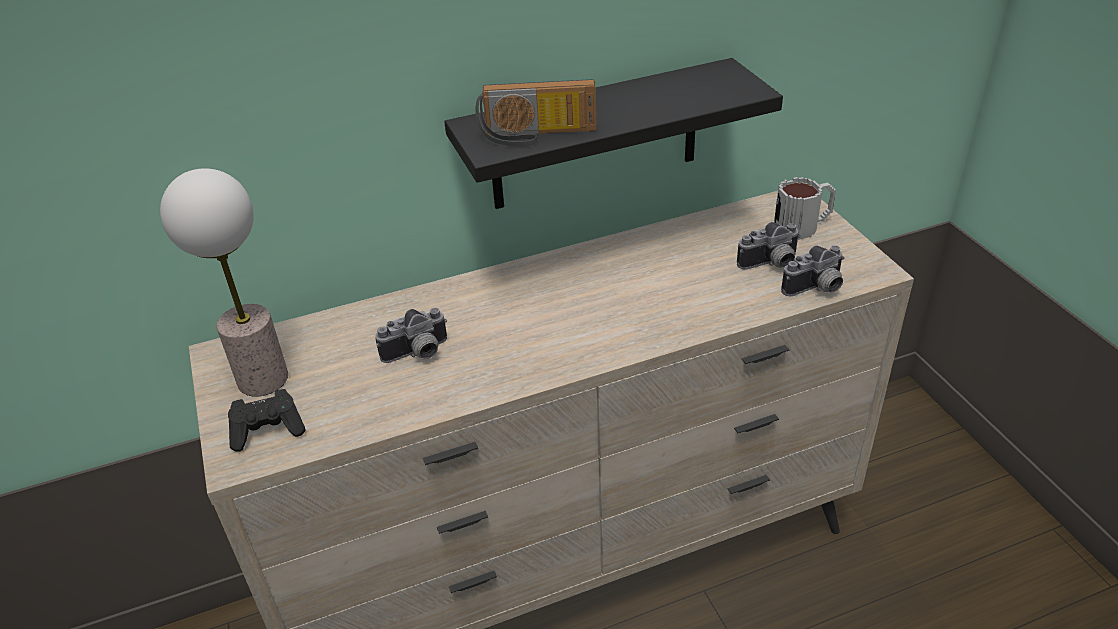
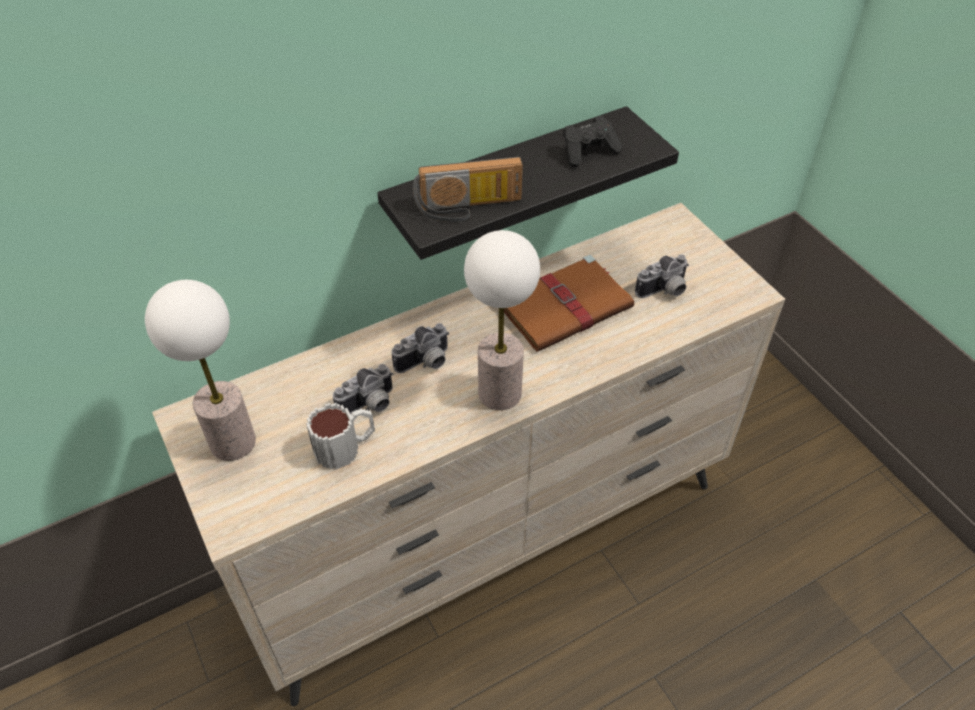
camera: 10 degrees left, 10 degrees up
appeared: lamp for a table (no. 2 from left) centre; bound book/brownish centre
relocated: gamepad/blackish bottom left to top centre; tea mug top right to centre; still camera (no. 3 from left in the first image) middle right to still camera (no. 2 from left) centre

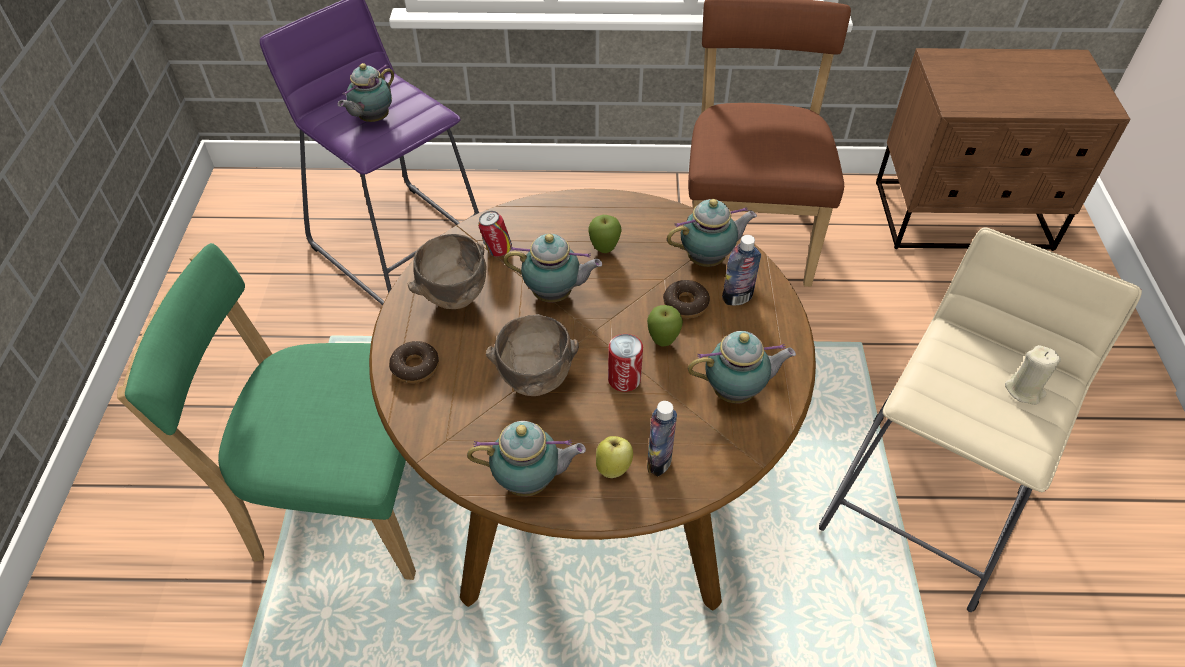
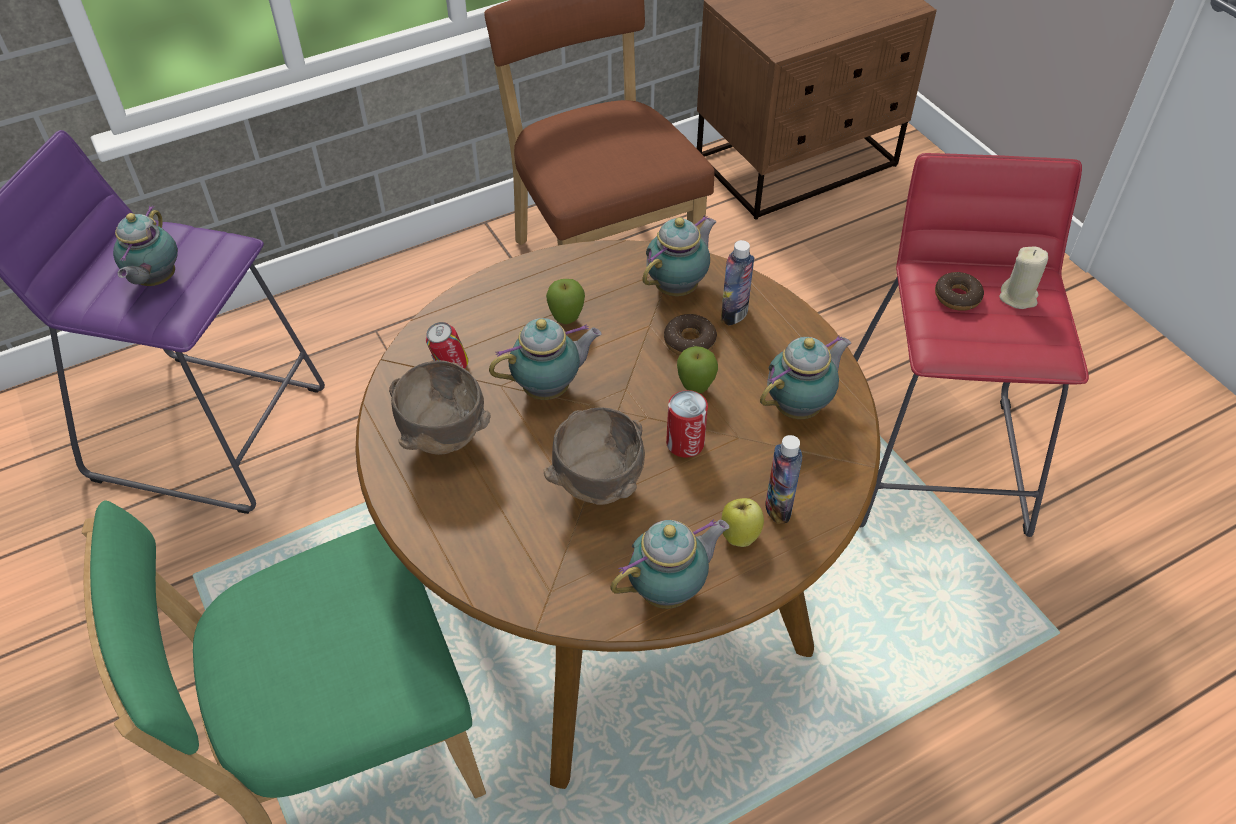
camera: 30 degrees left, 0 degrees up
relocated: ring doughnut (no. 1 from left in the first image) centre to ring doughnut (no. 2 from left) middle right
colour: stool/beige-coloured middle right to stool/red-coloured middle right

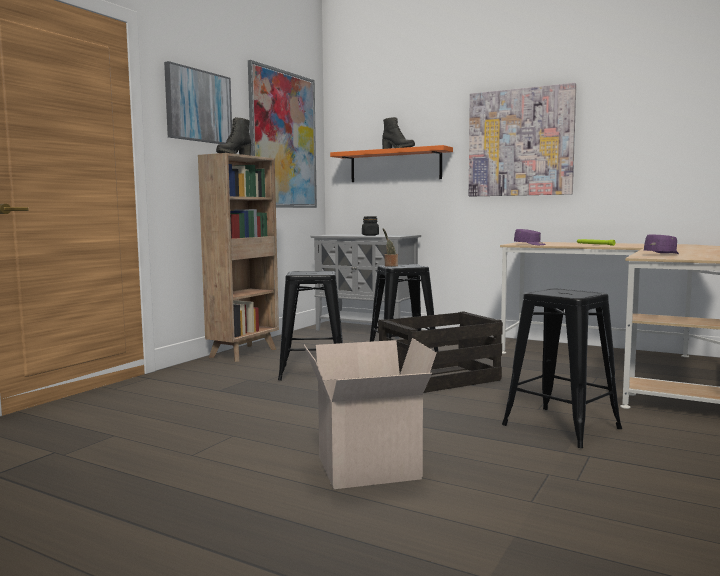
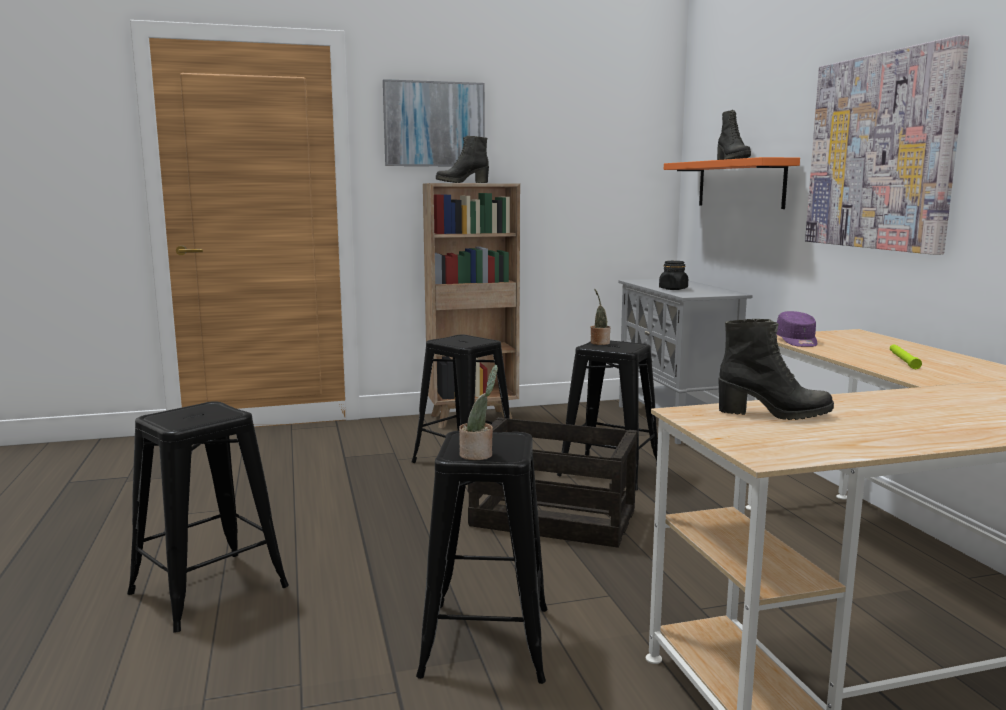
camera: 45 degrees right, 5 degrees up
missing: wall art (no. 2 from left) top centre
appeared: houseplant (no. 1 from left) centre
exchanged: carton bottom centre to stool/blackish (no. 1 from left) bottom left; cap/purple (no. 2 from left) middle right to boot/blackish (no. 3 from left) middle right

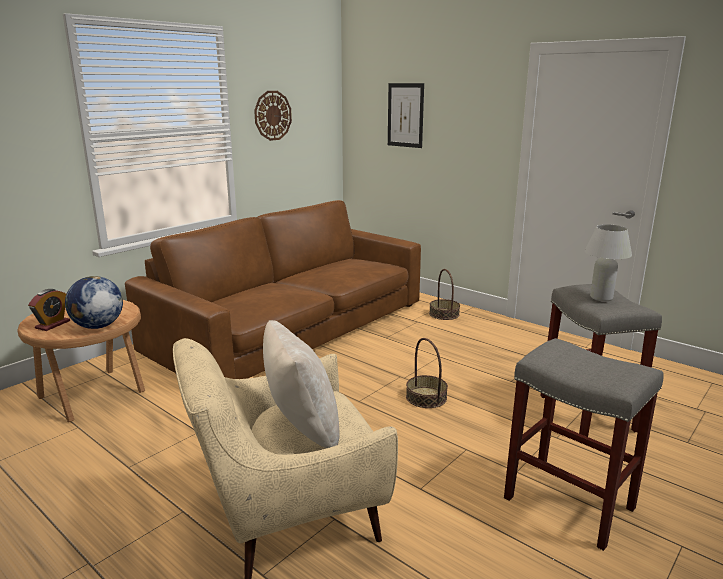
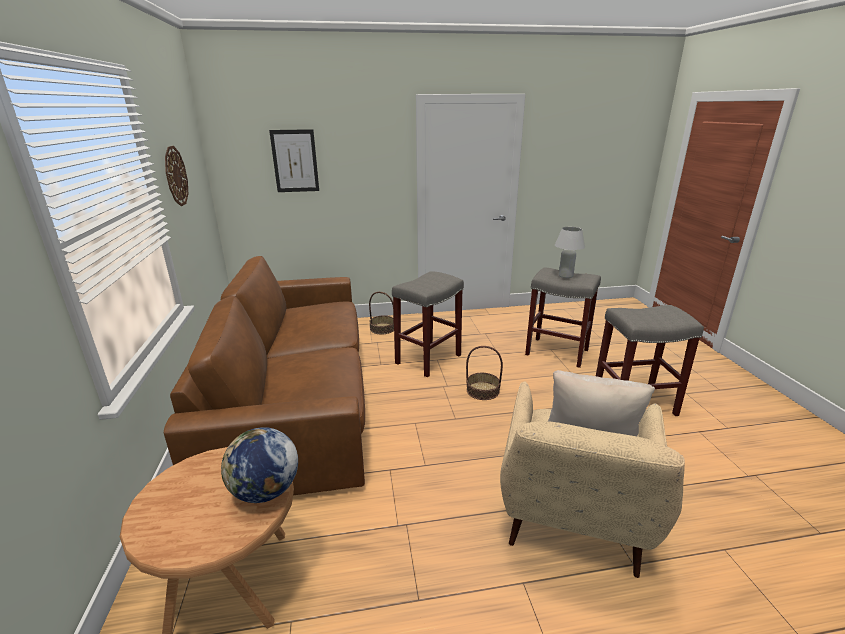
camera: 50 degrees left, 5 degrees up
missing: alarm clock middle left
appeared: stool/gray (no. 1 from left) centre

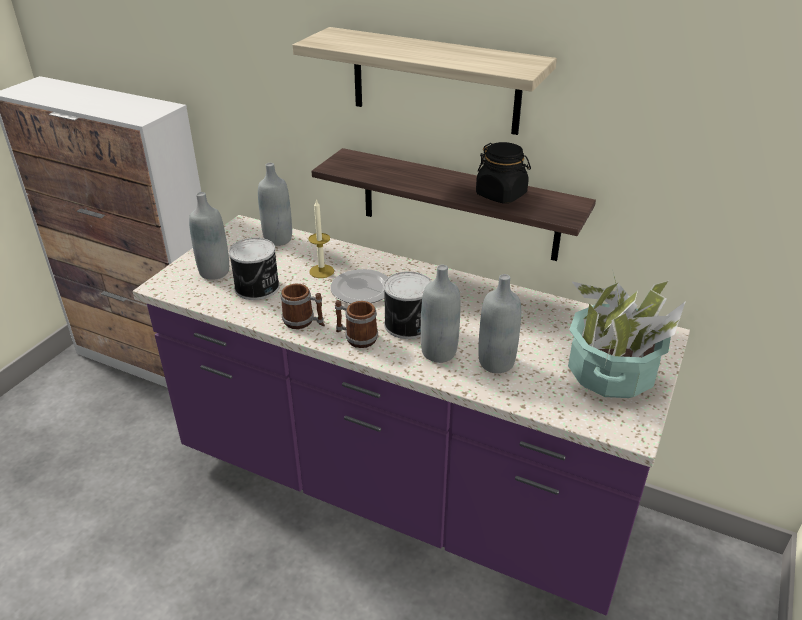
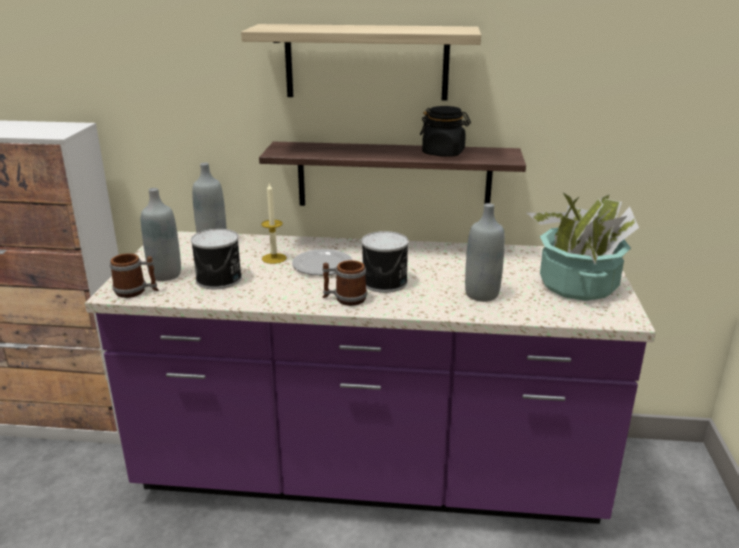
camera: 20 degrees left, 10 degrees down
missing: beverage bottle/gray (no. 3 from left) centre
relocated: tea mug (no. 1 from left) centre to middle left

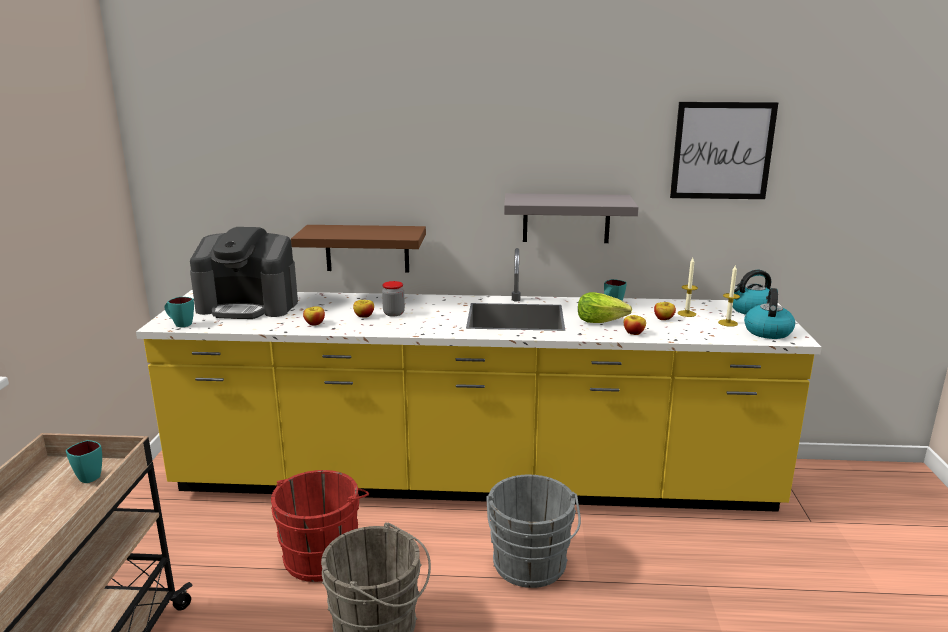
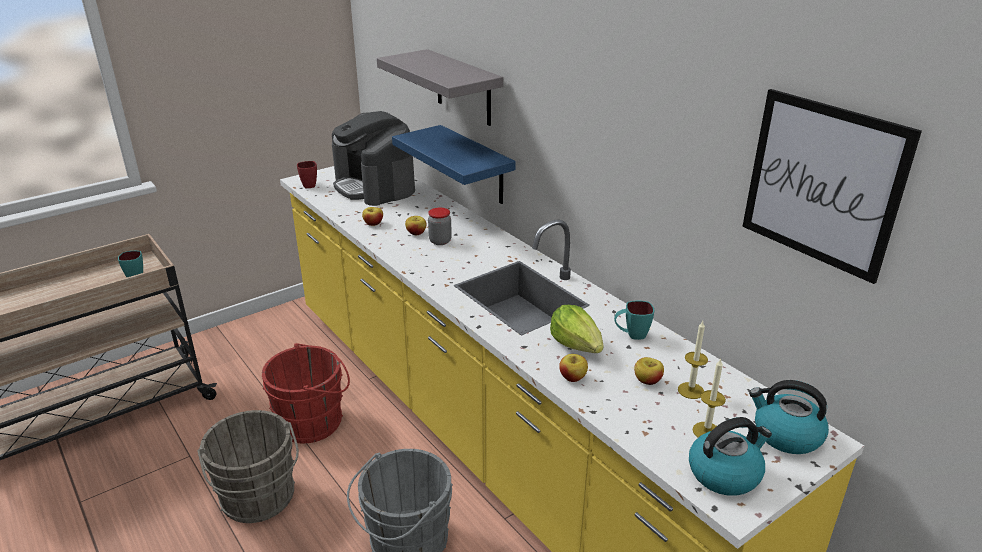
camera: 50 degrees right, 10 degrees up
relocated: bracket shelf/gray centre to top centre
colour: tea mug/blue-green (no. 2 from left) middle left to tea mug/red-coloured top left; bracket shelf/brownish centre to bracket shelf/blue-coloured top centre

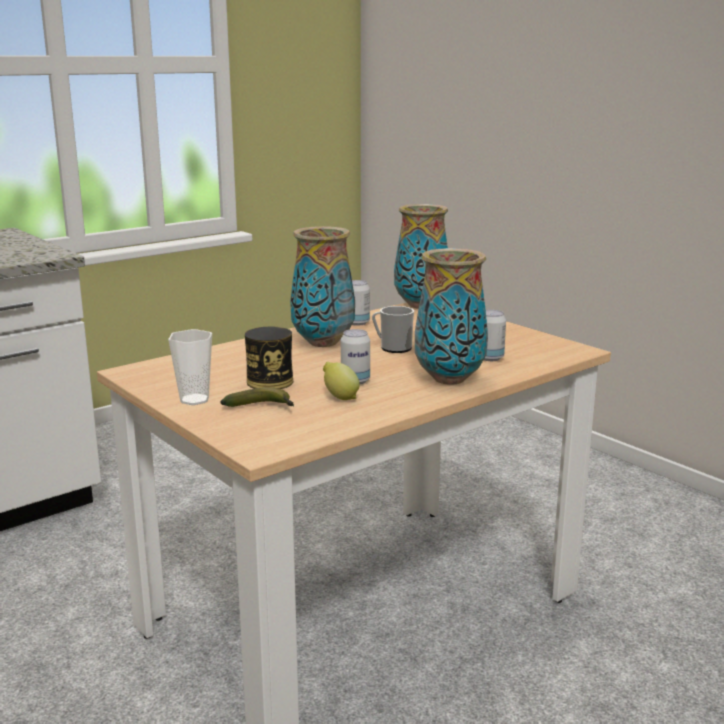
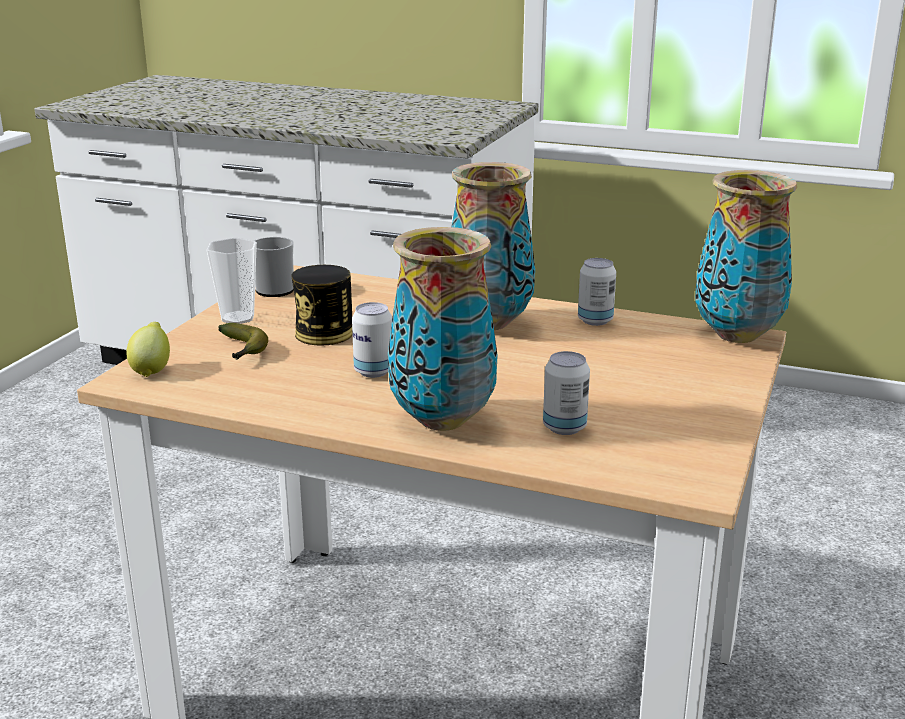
camera: 60 degrees right, 5 degrees up
relocated: whole lemon centre to middle left; tea mug centre to middle left

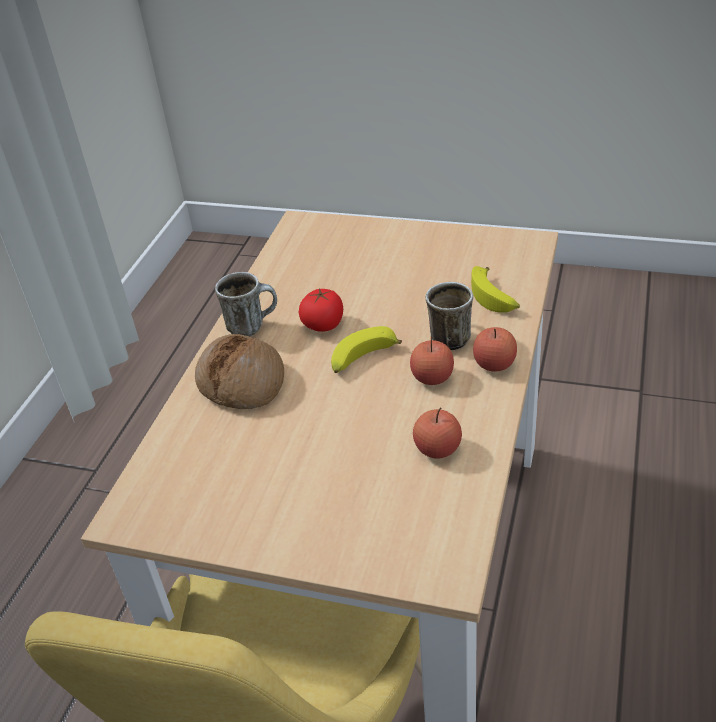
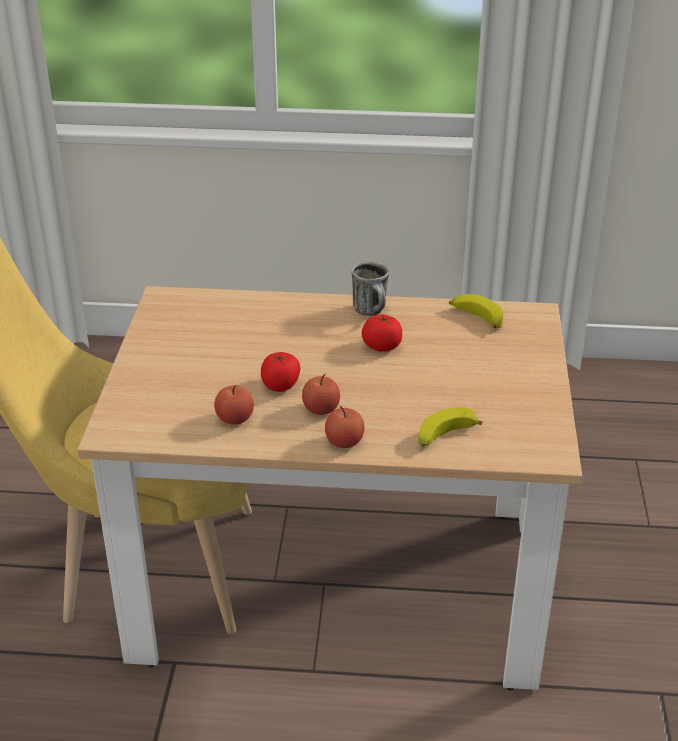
camera: 75 degrees right, 5 degrees down
missing: bread centre; tea mug (no. 2 from left) centre
appeared: fresh tomato (no. 1 from left) centre
relocated: banana (no. 1 from left in the first image) centre to banana (no. 2 from left) middle right

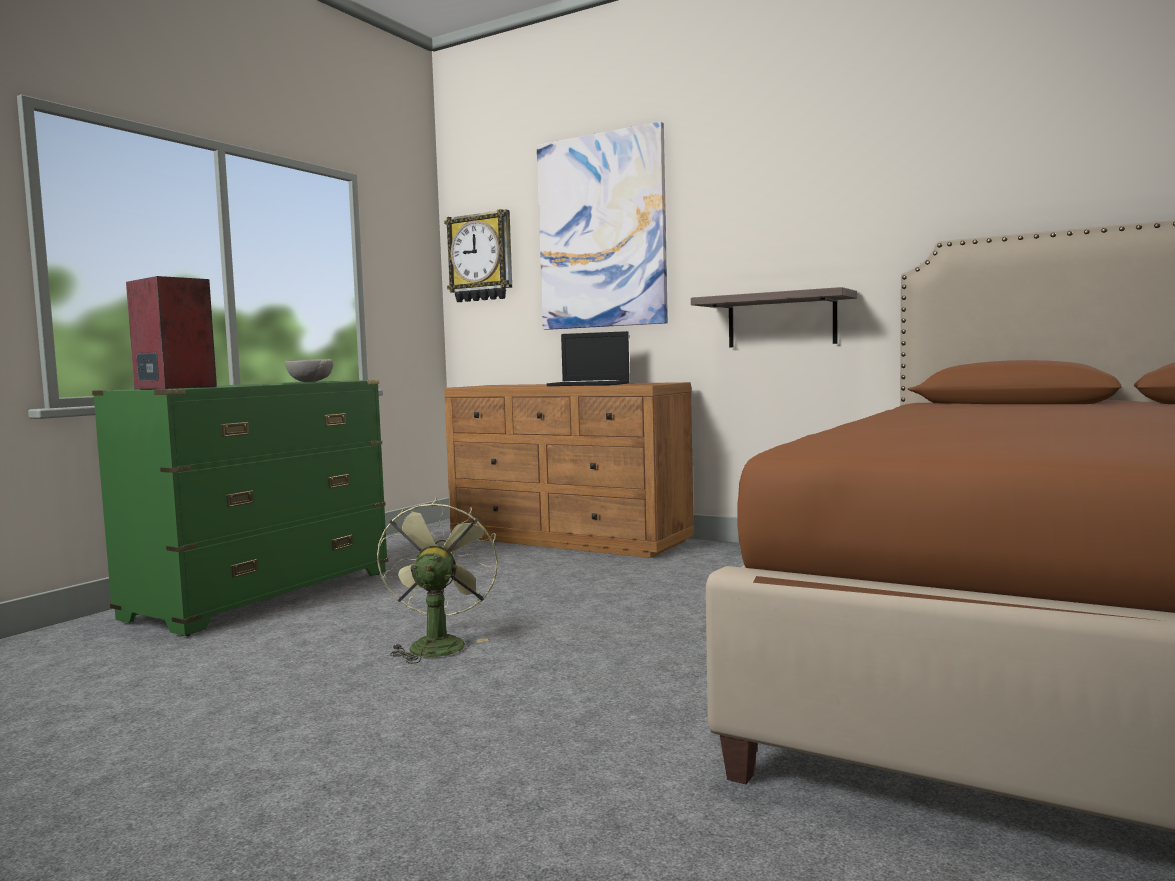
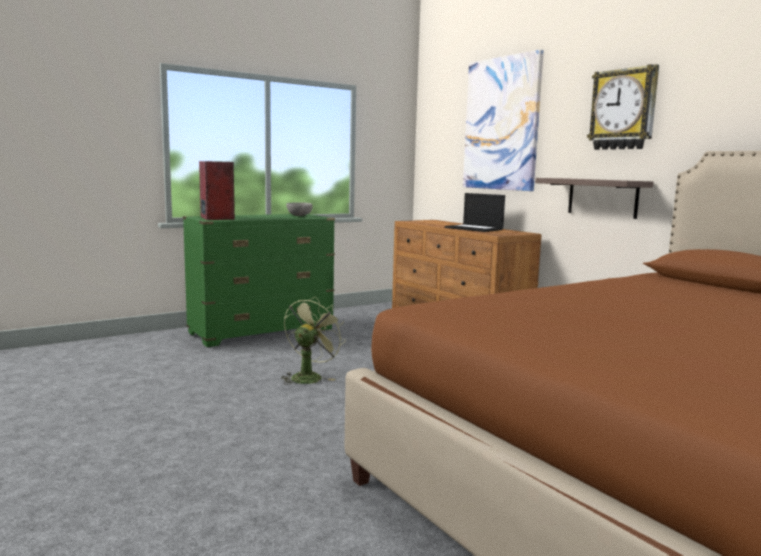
camera: 25 degrees right, 5 degrees up
relocated: wall clock top centre to top right

